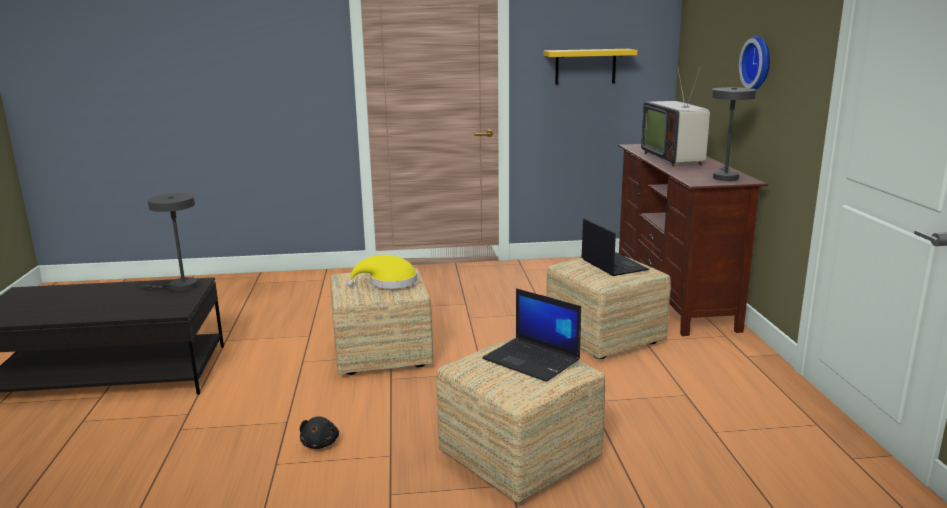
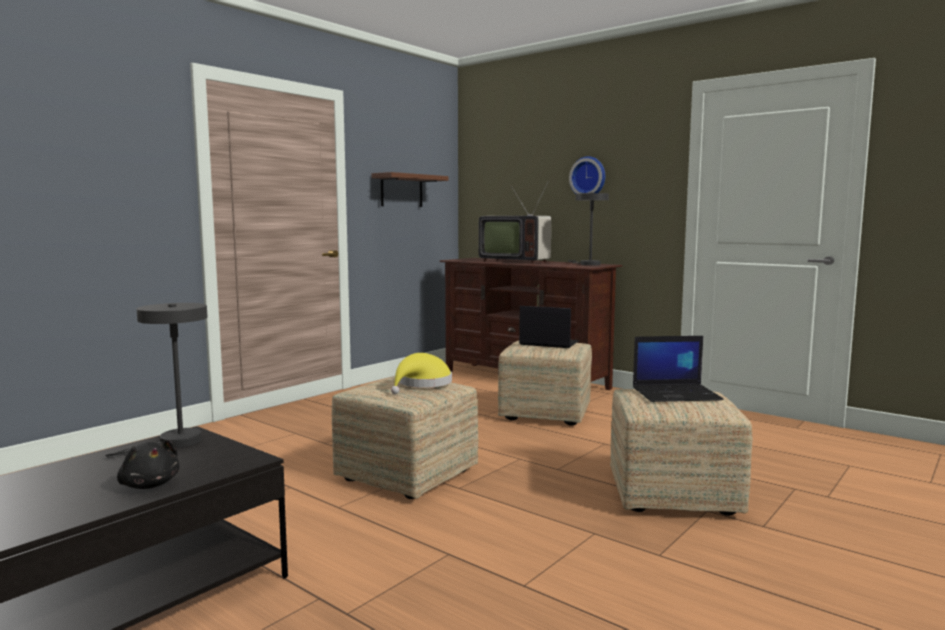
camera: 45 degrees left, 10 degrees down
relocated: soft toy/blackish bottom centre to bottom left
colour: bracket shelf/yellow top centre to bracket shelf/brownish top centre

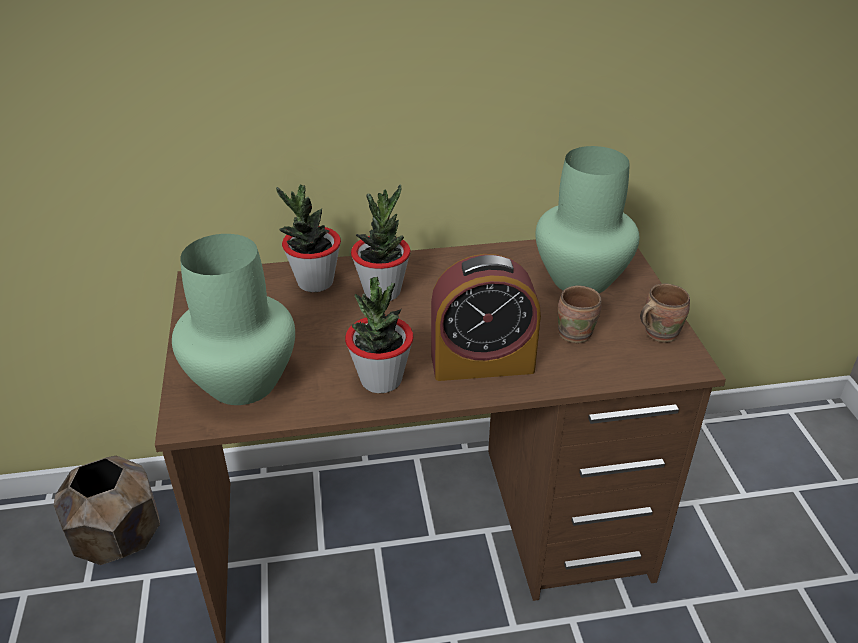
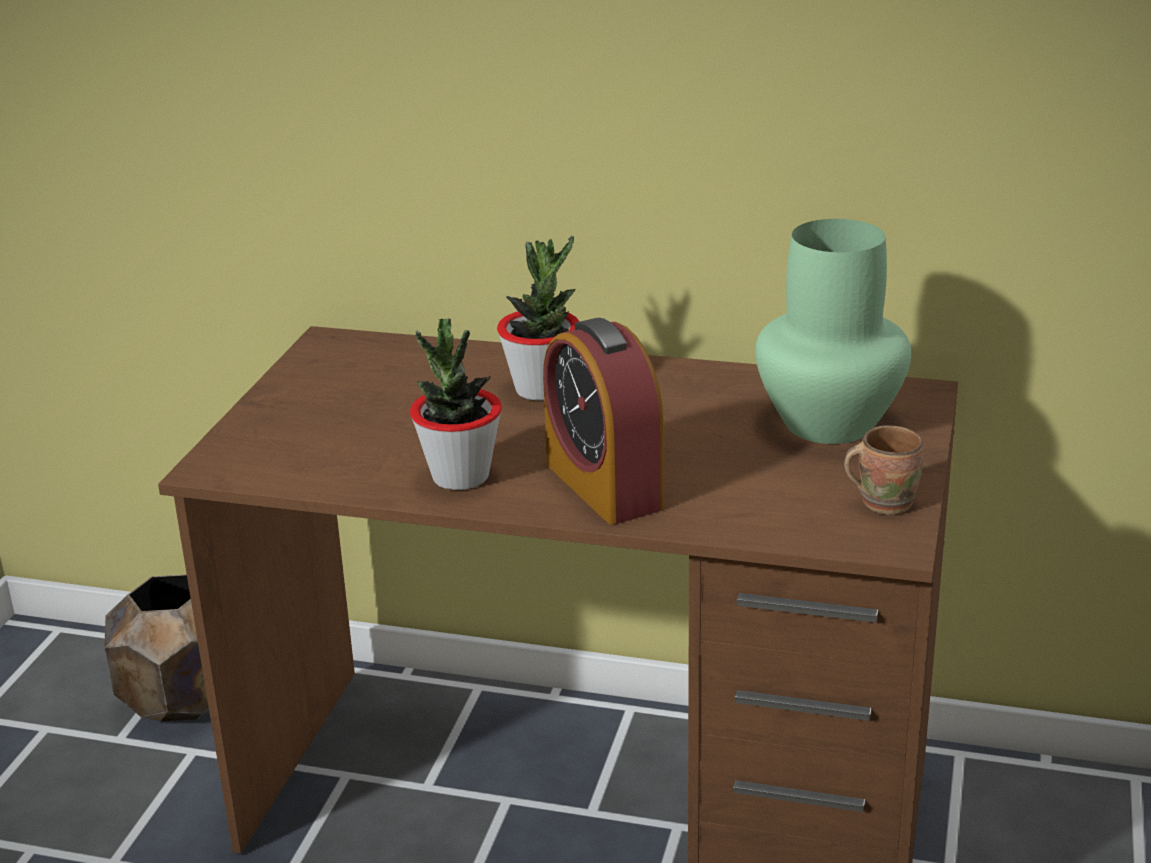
camera: 25 degrees right, 10 degrees down
missing: decorative vase/green-coloured (no. 1 from left) middle left; houseplant (no. 1 from left) centre; tea mug/brownish (no. 1 from left) middle right
spun: alarm clock centre = centre 45 degrees clockwise

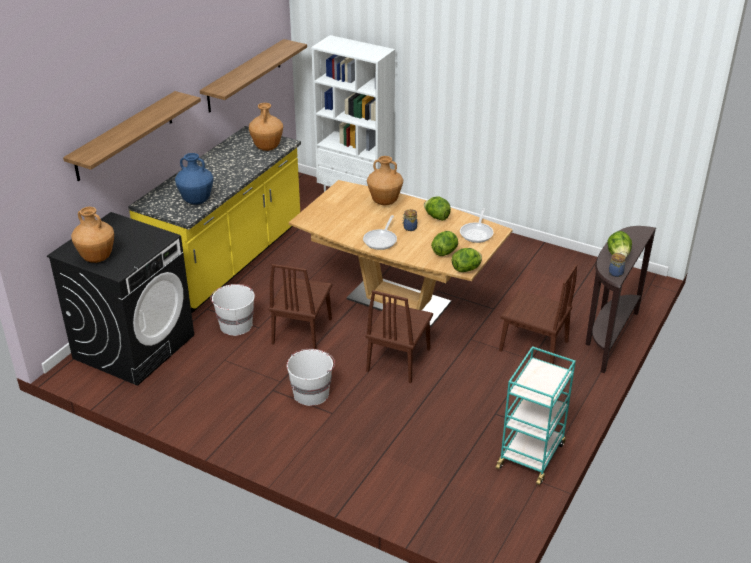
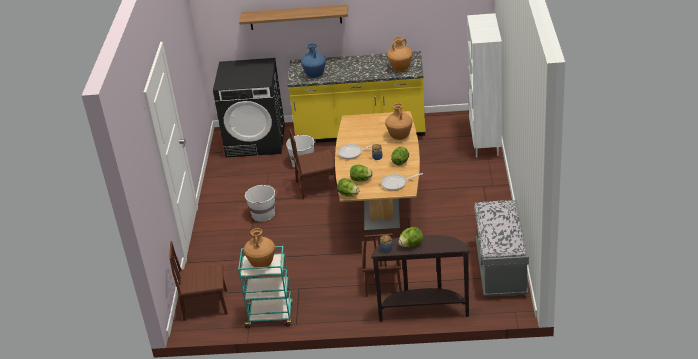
camera: 65 degrees right, 0 degrees up
missing: bracket shelf (no. 2 from left) top centre
appeared: indoor bench/gray bottom right
relocated: decorative vase/brownish (no. 1 from left) middle left to bottom centre; chair/brownish (no. 2 from left in the first image) centre to chair/brownish (no. 1 from left) bottom left

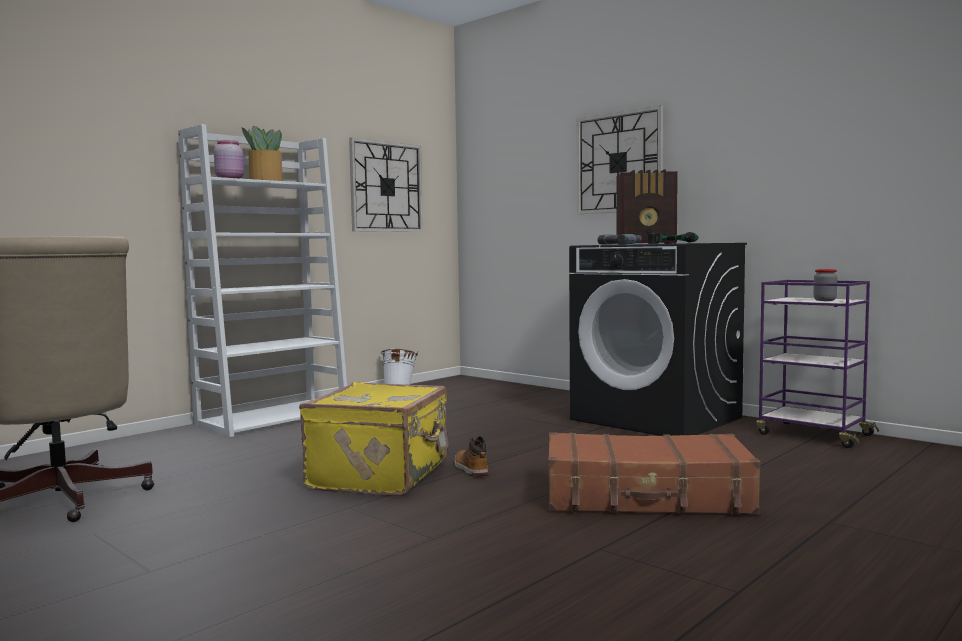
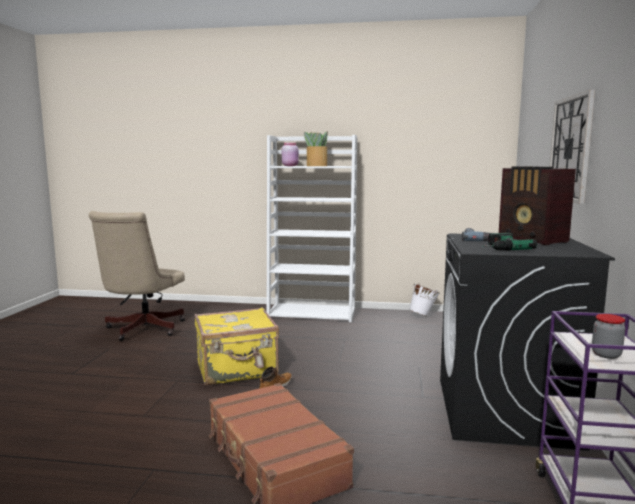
camera: 55 degrees right, 5 degrees up
missing: wall clock (no. 1 from left) top centre

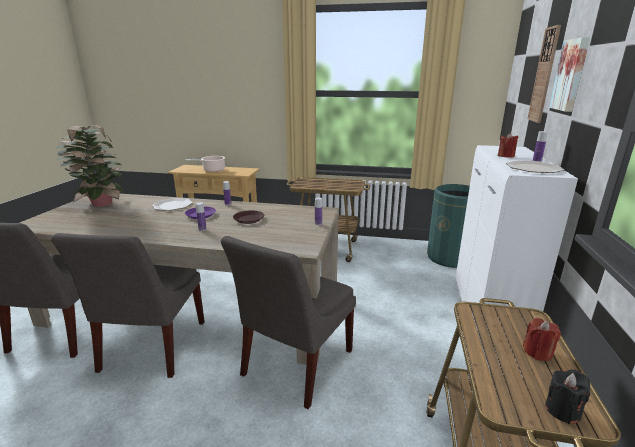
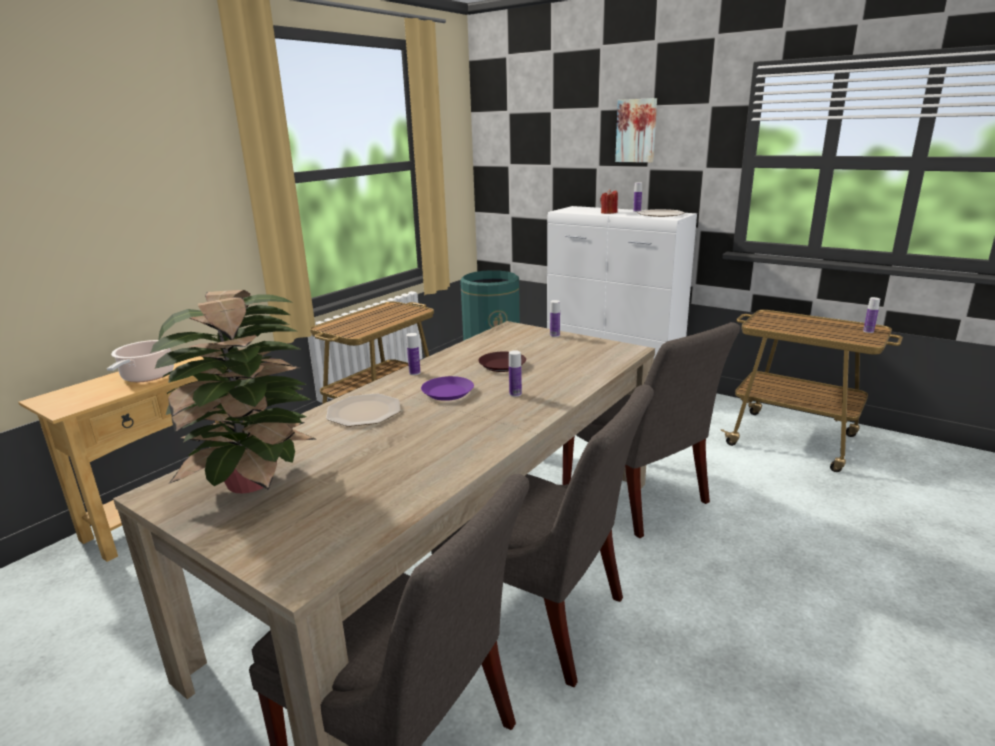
camera: 65 degrees left, 0 degrees up
missing: candle/red-coloured (no. 2 from left) bottom right; wall clock top right
exchanged: candle/blackish bottom right to beverage bottle (no. 5 from left) middle right

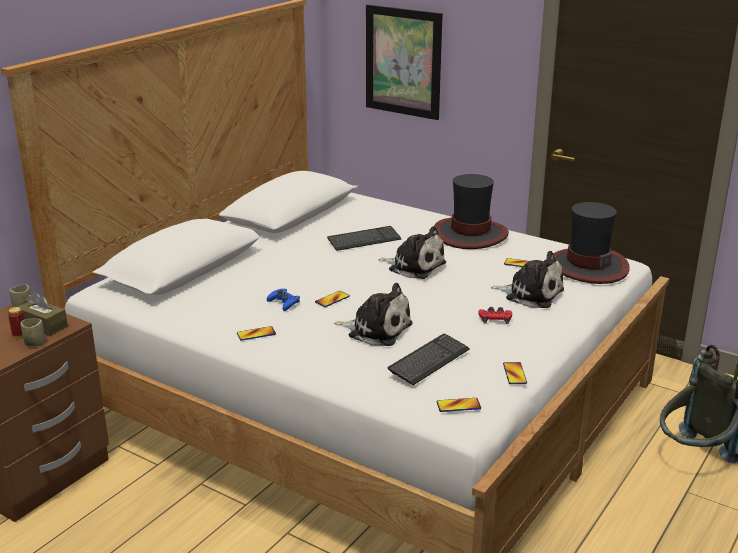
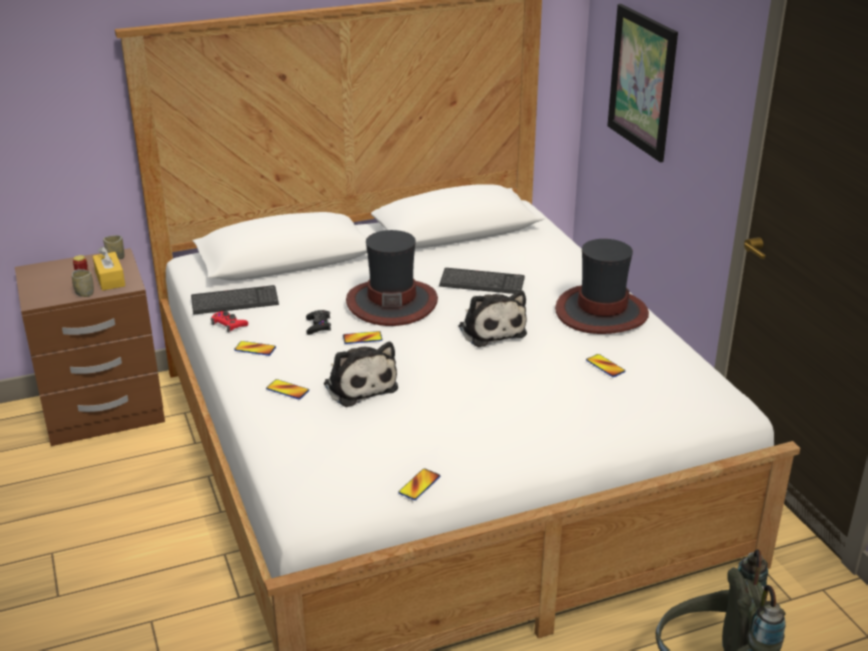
camera: 35 degrees right, 5 degrees up
missing: soft toy (no. 3 from left) middle right
relocated: keyboard (no. 2 from left in the first image) centre to keyboard (no. 1 from left) middle left; telephone (no. 3 from left in the first image) bottom centre to telephone (no. 2 from left) middle left; gamepad/red-coloured middle right to middle left; wearable hat (no. 2 from left in the first image) middle right to wearable hat (no. 1 from left) centre
colour: tissue box/brownish middle left to tissue box/yellow middle left; gamepad/blue-coloured centre to gamepad/blackish centre

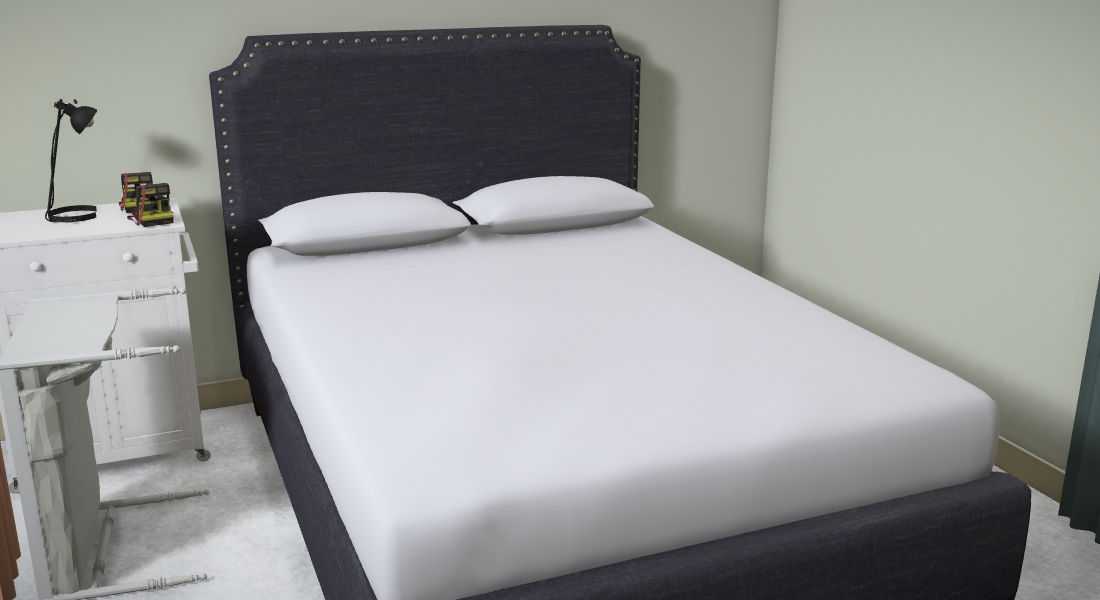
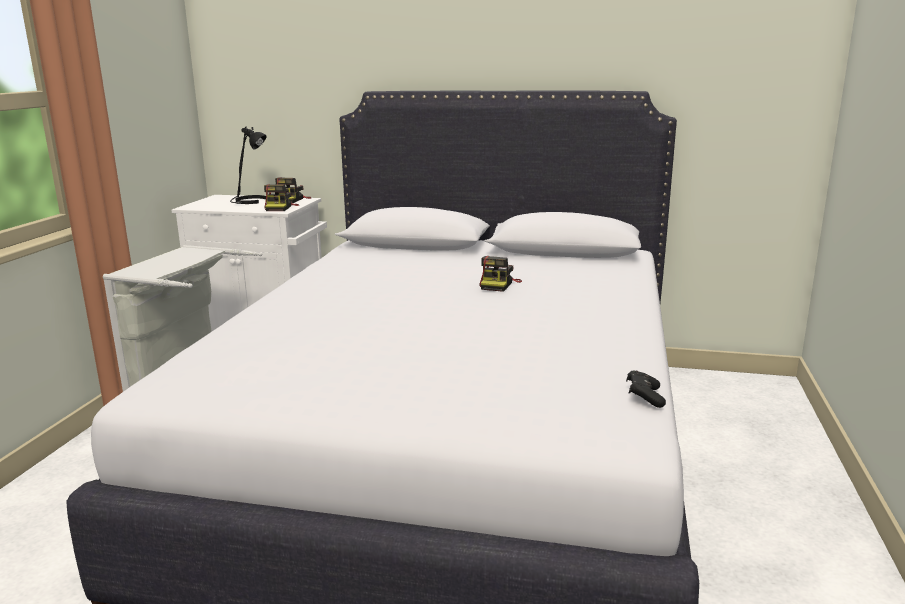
camera: 35 degrees right, 0 degrees up
appeared: still camera (no. 3 from left) centre; gamepad/blackish middle right

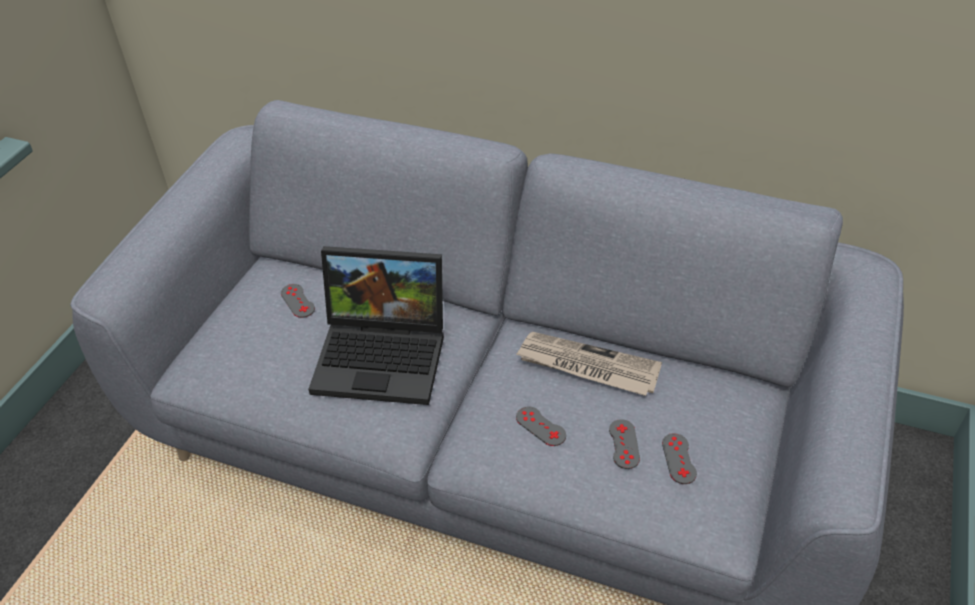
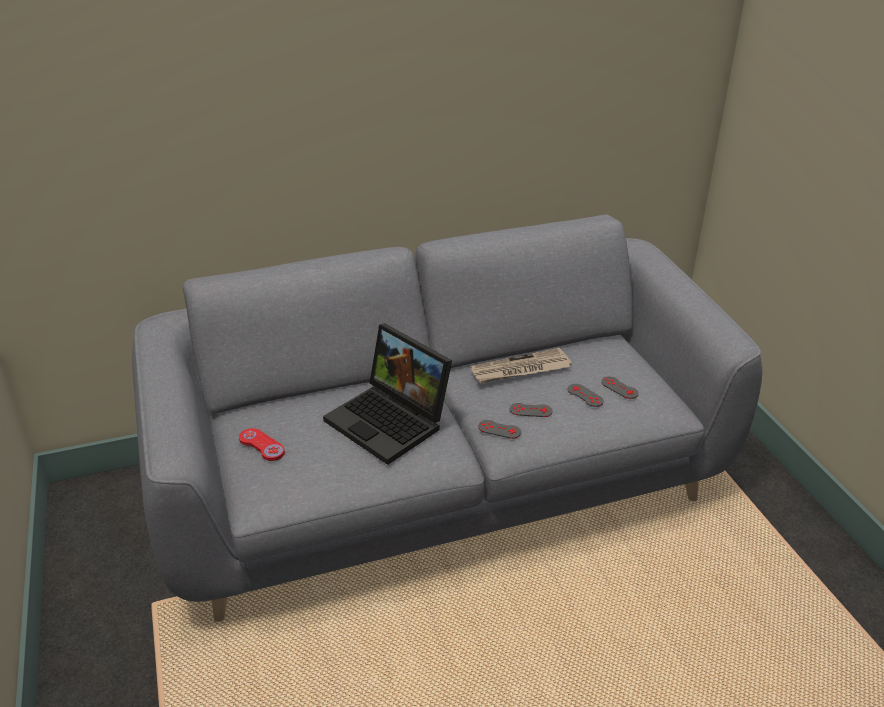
camera: 40 degrees left, 10 degrees down
appeared: gamepad/red-coloured middle left
relocated: gamepad/gray (no. 1 from left) middle left to centre
spun: portable computer centre = centre 75 degrees clockwise

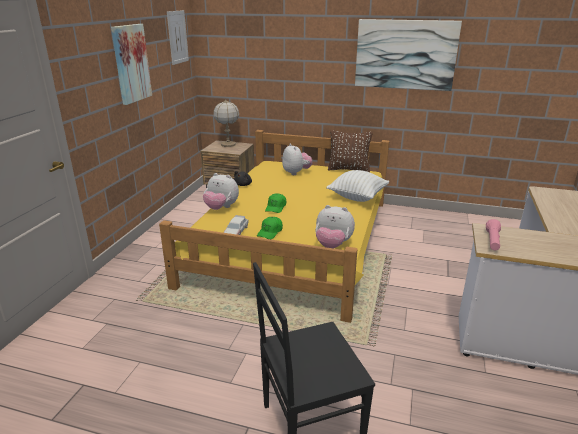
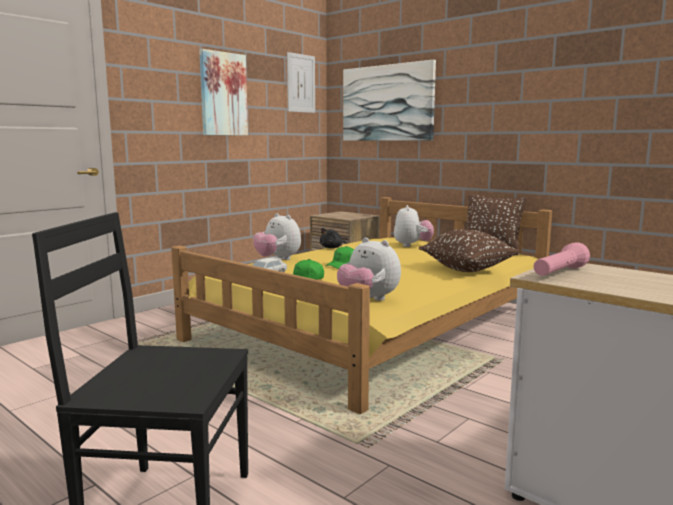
camera: 25 degrees right, 15 degrees down
missing: lamp for a table top centre
relocated: wall art (no. 3 from left) top right to top centre
colour: cushion/whitish centre to cushion/brownish (no. 1 from left) middle right

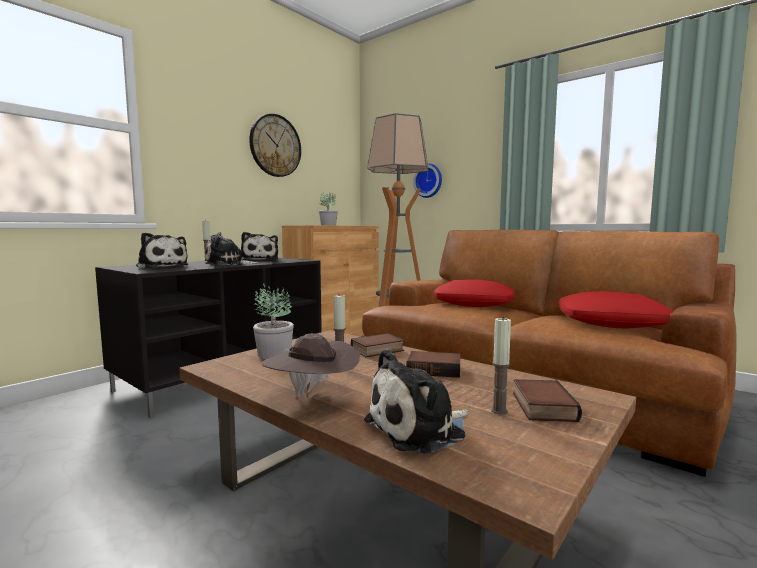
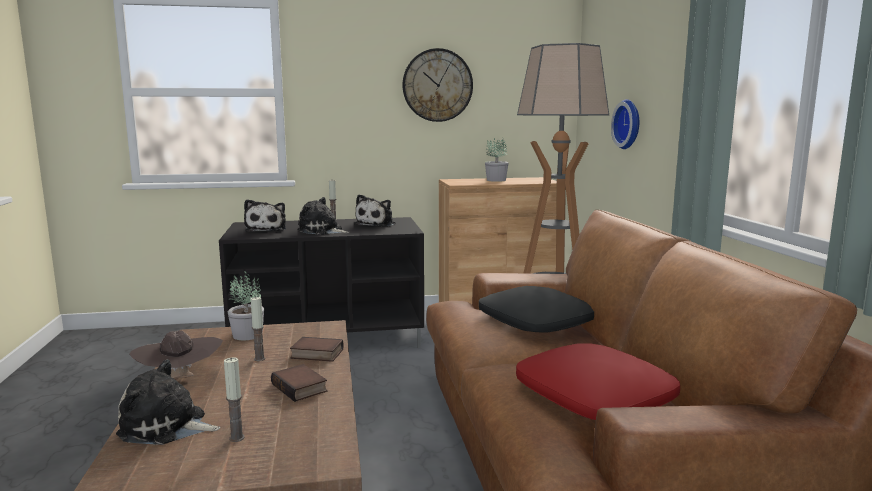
camera: 40 degrees right, 5 degrees up
missing: bound book (no. 3 from left) bottom right
colour: cushion/red-coloured (no. 1 from left) centre to cushion/blackish centre

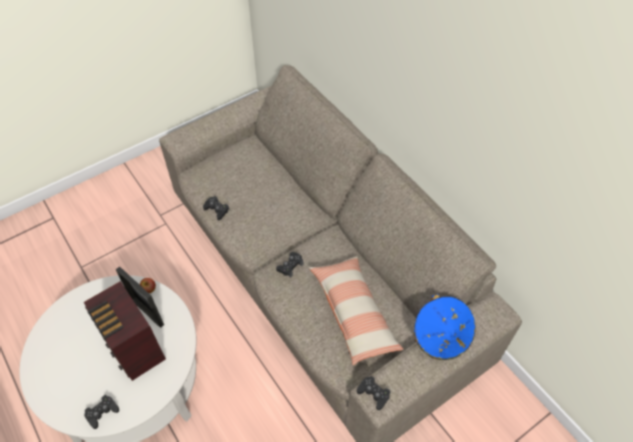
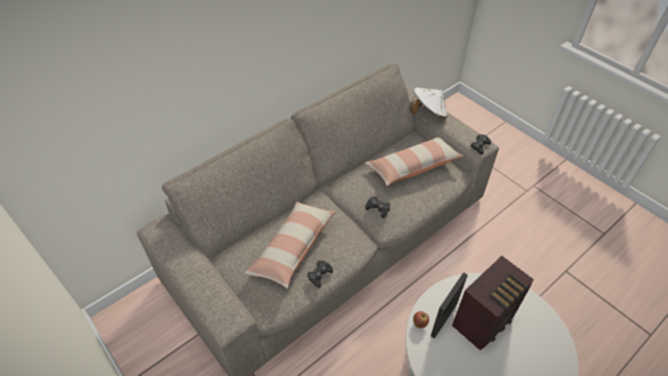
camera: 95 degrees left, 5 degrees down
missing: gamepad/blackish (no. 1 from left) bottom left
appeared: cushion (no. 1 from left) centre
colour: wearable hat/blue-coloured bottom right to wearable hat/whitish top centre

